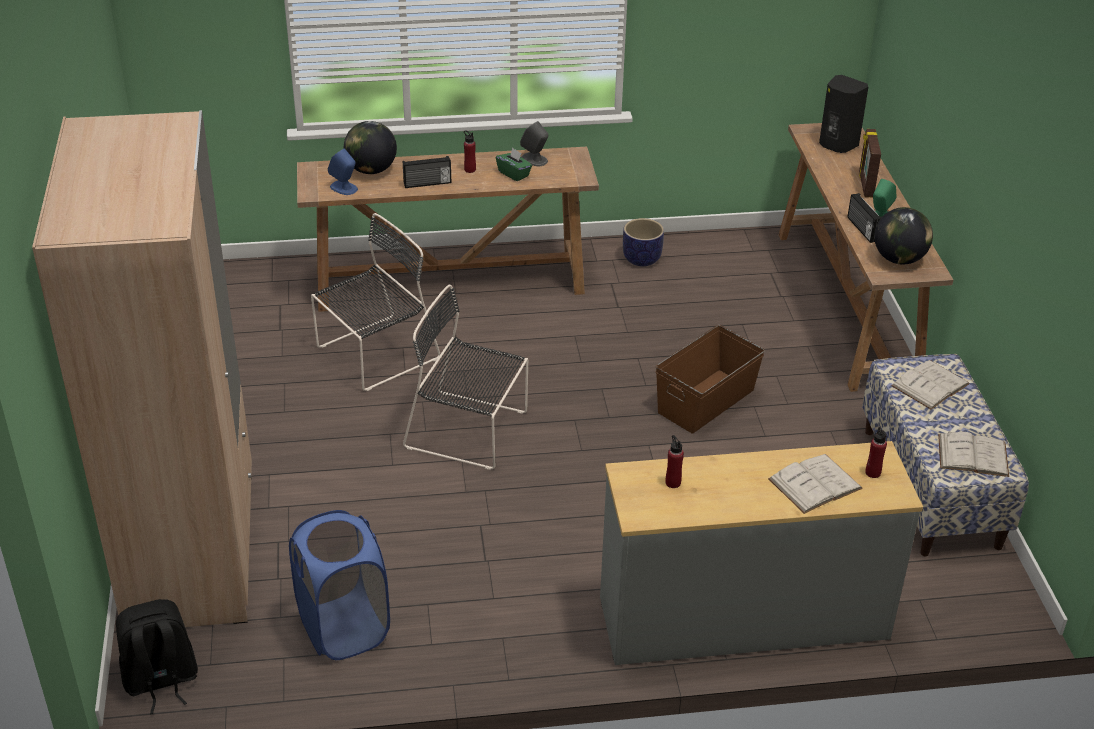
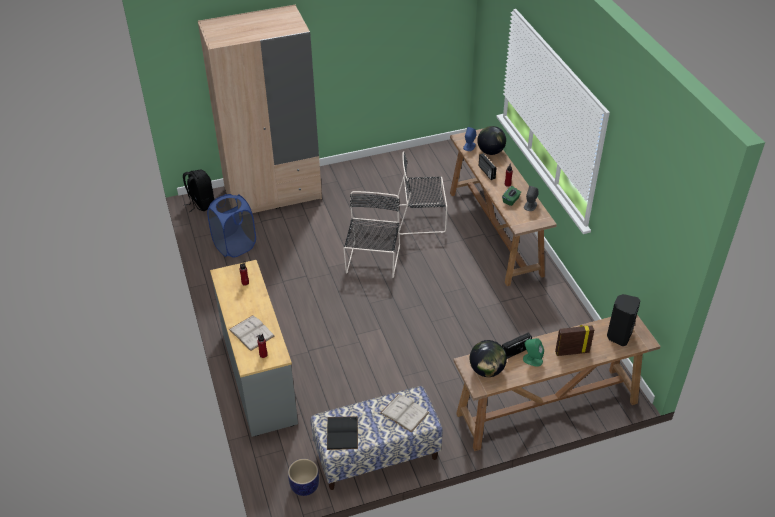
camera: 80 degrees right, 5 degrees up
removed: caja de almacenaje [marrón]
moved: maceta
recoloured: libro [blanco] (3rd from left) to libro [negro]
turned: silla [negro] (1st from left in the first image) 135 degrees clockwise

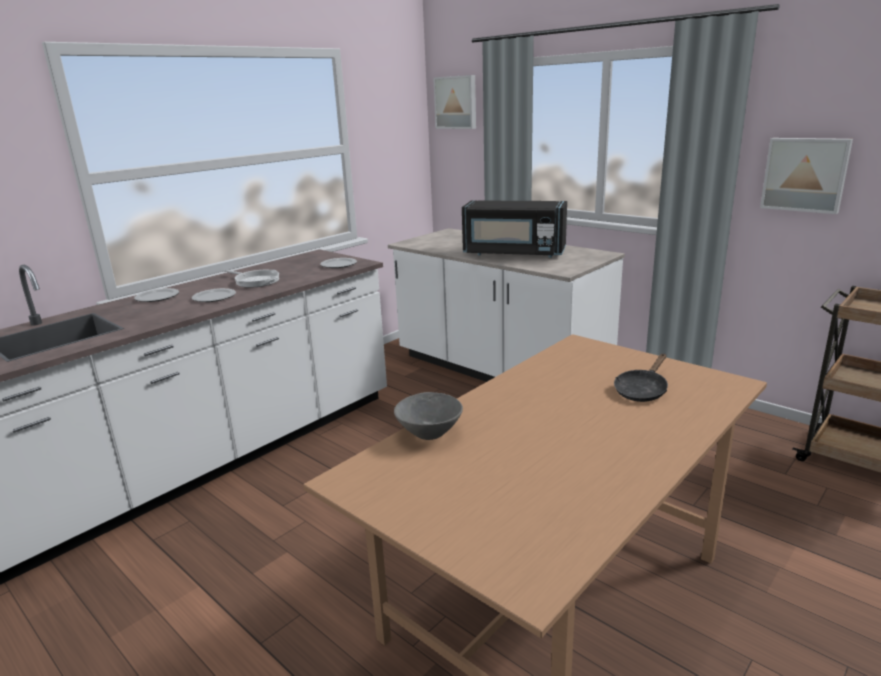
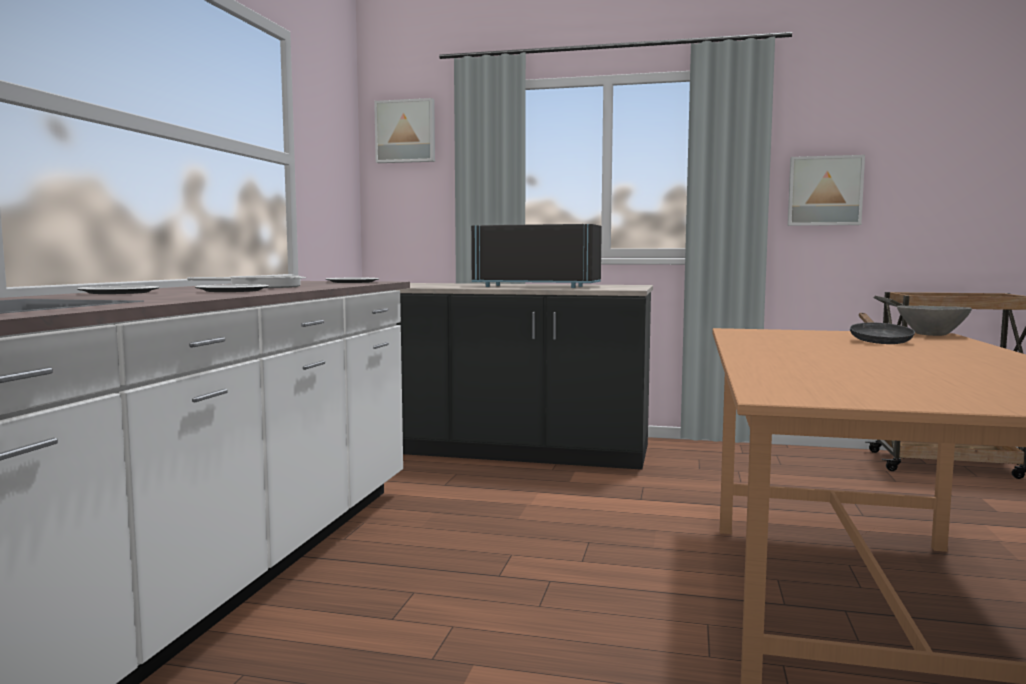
camera: 30 degrees left, 15 degrees down
moved: cuenco [gris]
recoloured: mueble bajo de cocina [blanco] (2nd from left) to mueble bajo de cocina [negro]
turned: microondas [negro] 150 degrees counterclockwise

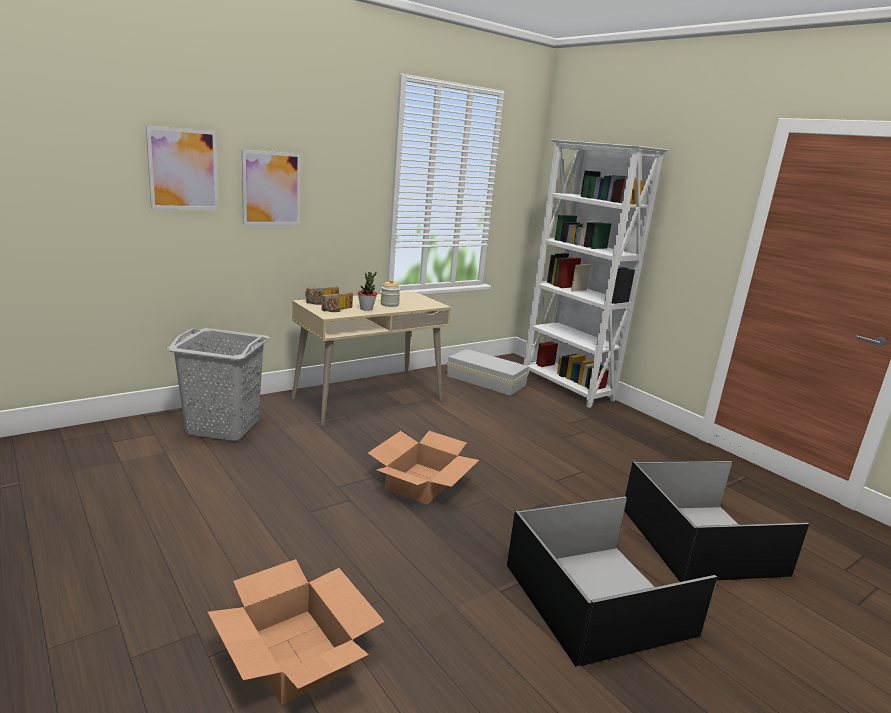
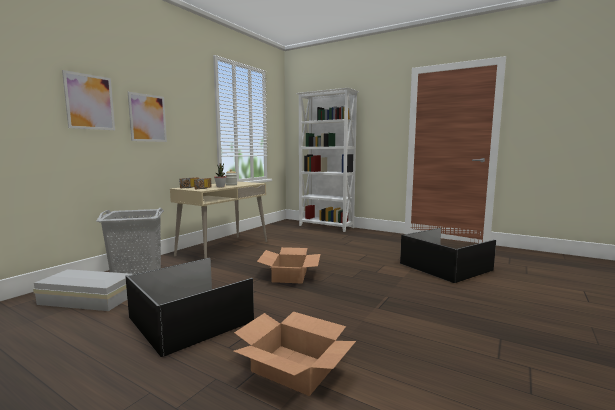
camera: 20 degrees left, 10 degrees down
moved: caja de almacenaje [blanco]; caja de almacenaje [negro] (1st from left)

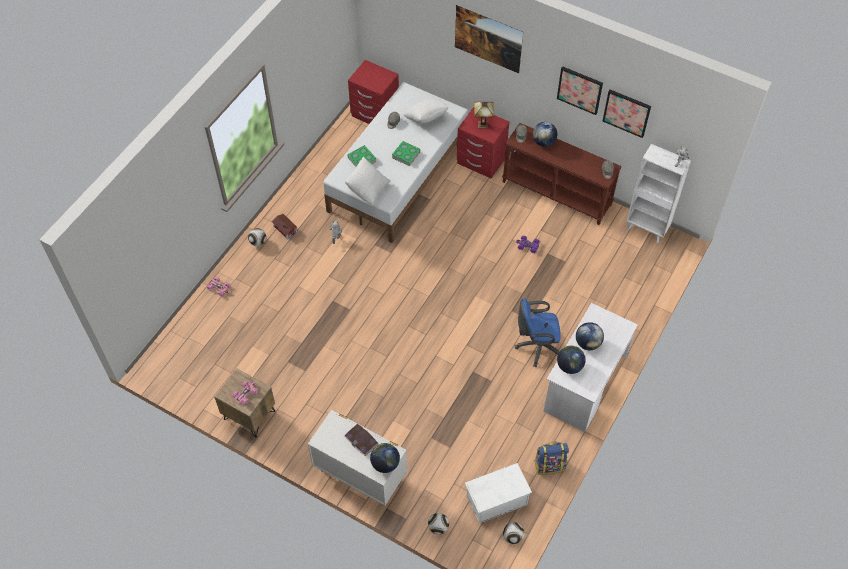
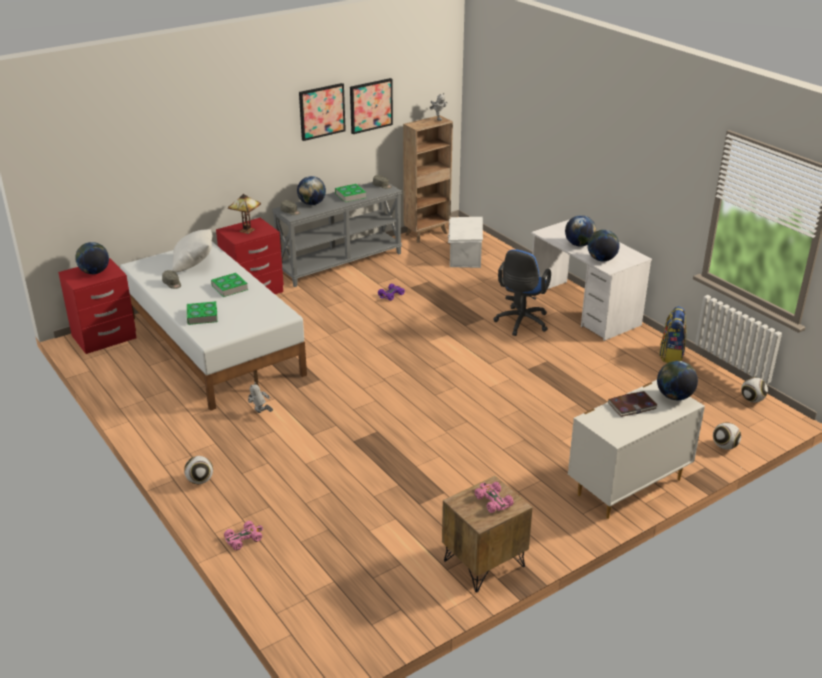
camera: 65 degrees left, 25 degrees down
removed: casita; cojín [blanco] (1st from left); cuadro (1st from left)
added: globo terráqueo (1st from left); libro (3rd from left)
moved: caja de almacenaje [blanco]
recoloured: mesa consola [marrón] to mesa consola [gris]; estantería [blanco] to estantería [marrón]

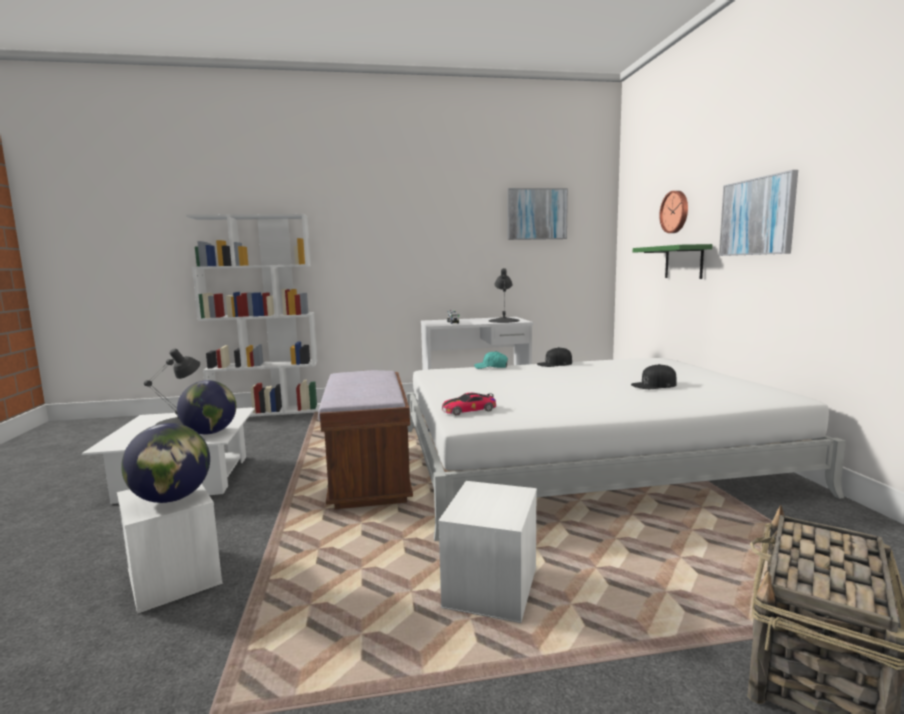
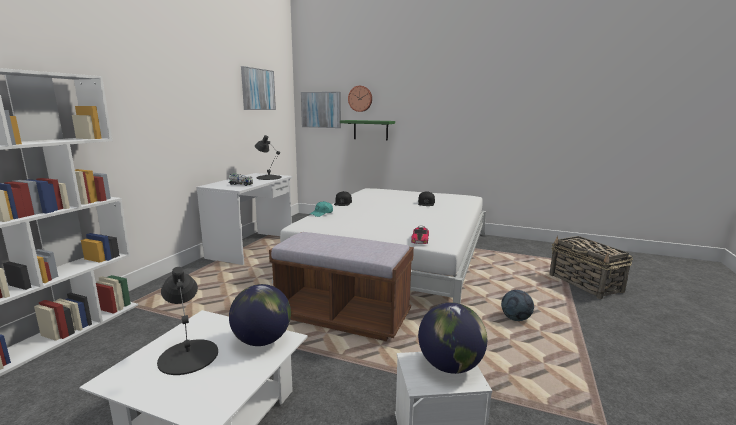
camera: 60 degrees left, 5 degrees up
moved: cuadro (2nd from left)
replaced: caja de almacenaje [blanco] (2nd from left) to balón de fútbol

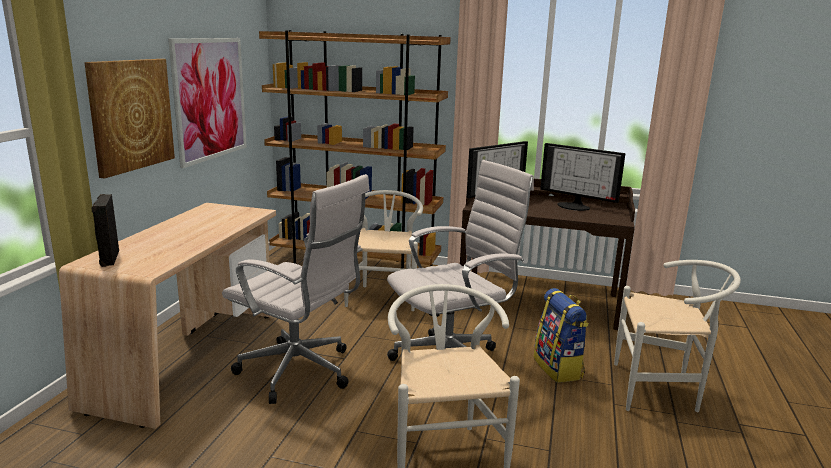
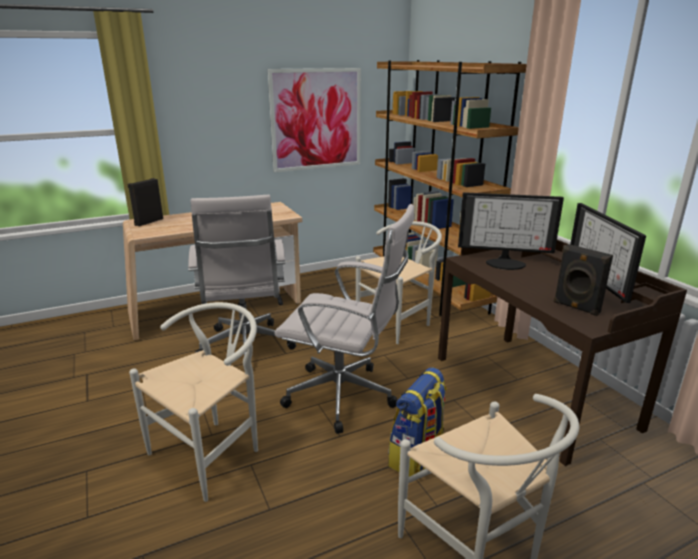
camera: 50 degrees right, 5 degrees up
removed: cuadro (1st from left)
added: altavoz [negro] (2nd from left)

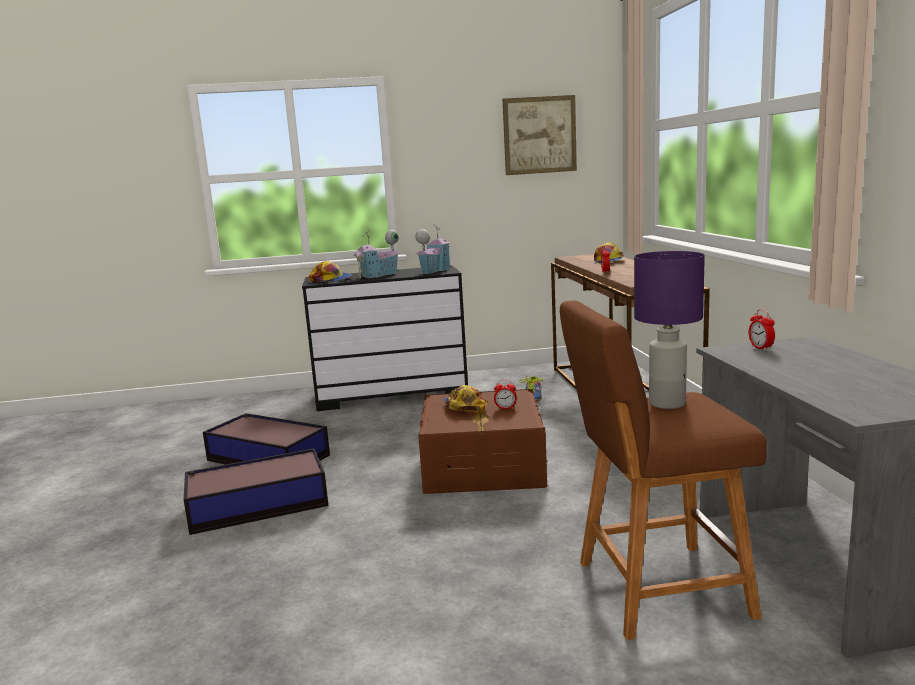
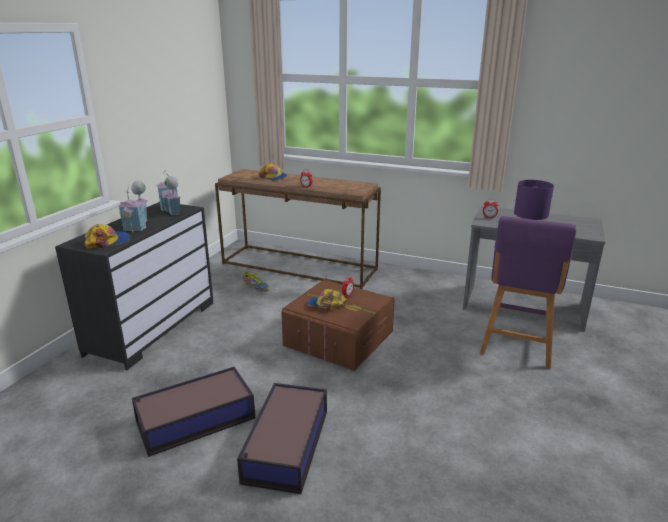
camera: 60 degrees left, 10 degrees up
removed: cuadro
recoloured: taburete [marrón] to taburete [morado]

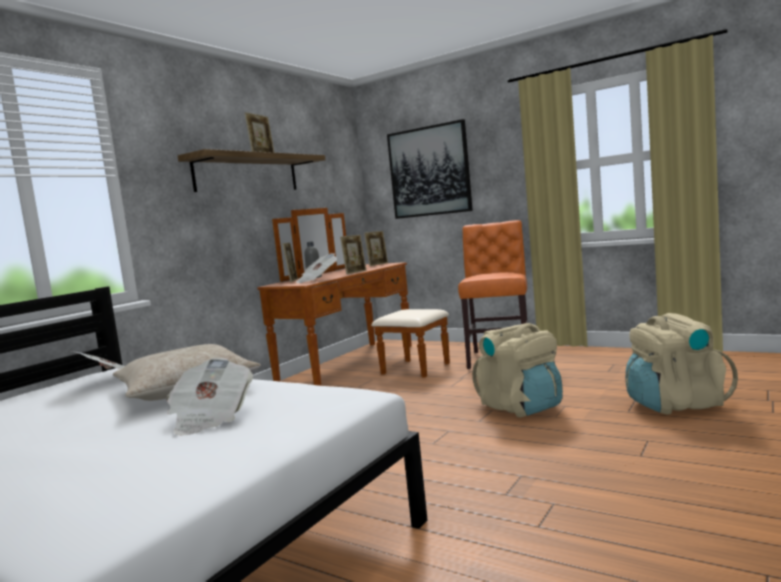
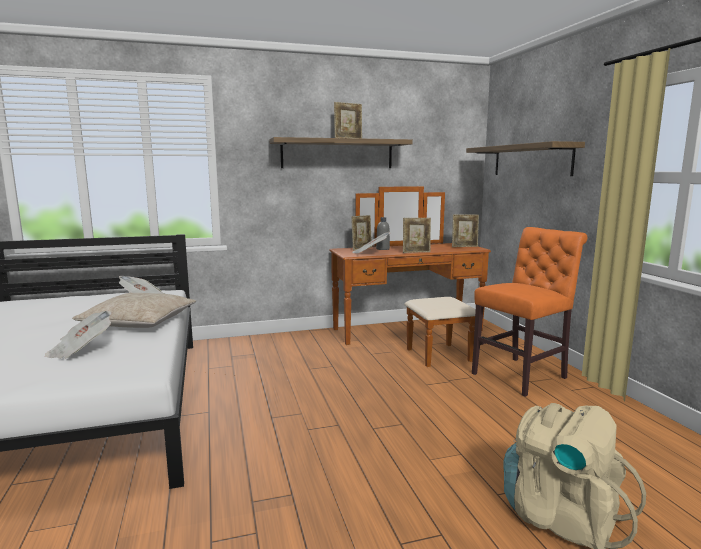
camera: 40 degrees right, 5 degrees up
removed: mochila [beis] (1st from left)
replaced: cuadro to estante (2nd from left)

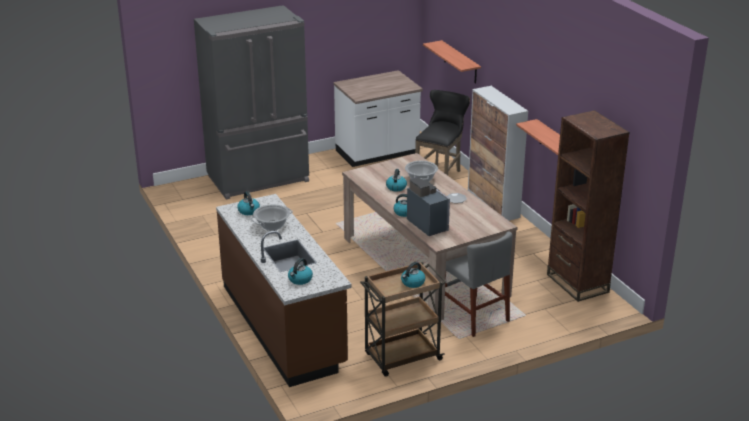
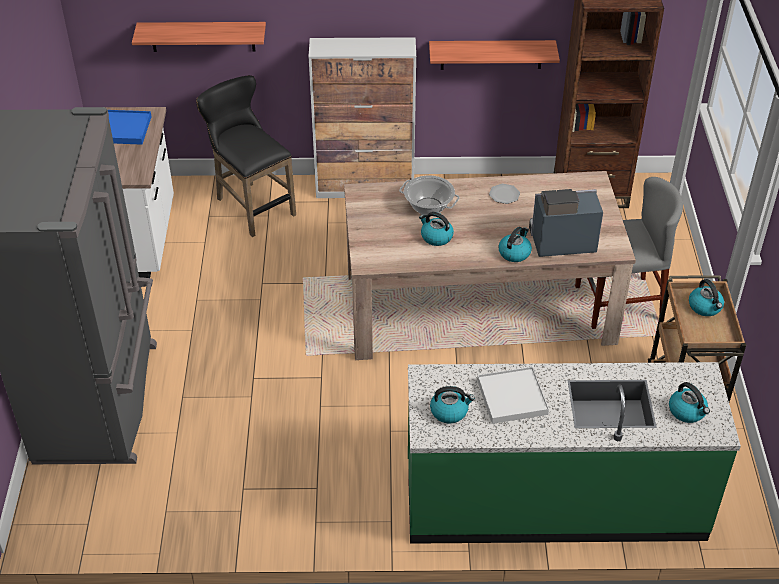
camera: 65 degrees left, 15 degrees up
added: bandeja [azul]
replaced: olla (1st from left) to bandeja [blanco]
recoloured: mueble bajo de cocina [marrón] to mueble bajo de cocina [verde]

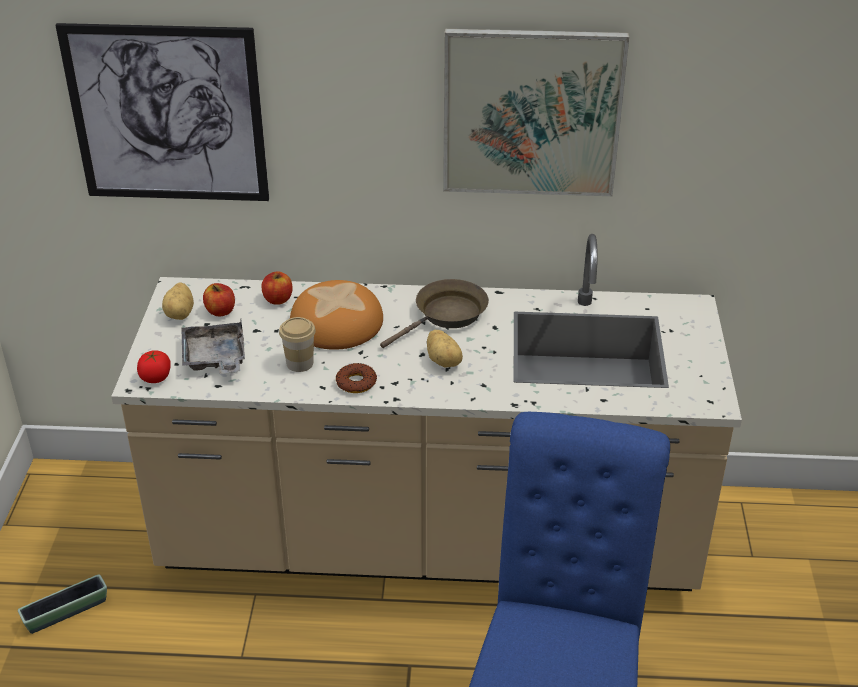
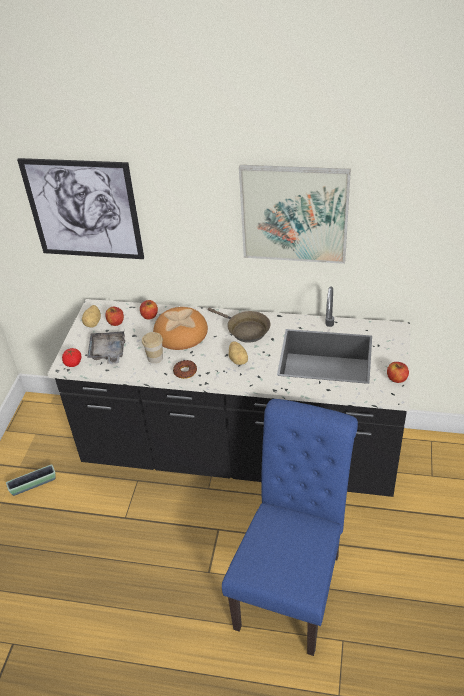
camera: 10 degrees right, 5 degrees up
added: manzana (3rd from left)
recoloured: mueble bajo de cocina [beis] to mueble bajo de cocina [negro]
turned: sartén [marrón] 75 degrees clockwise

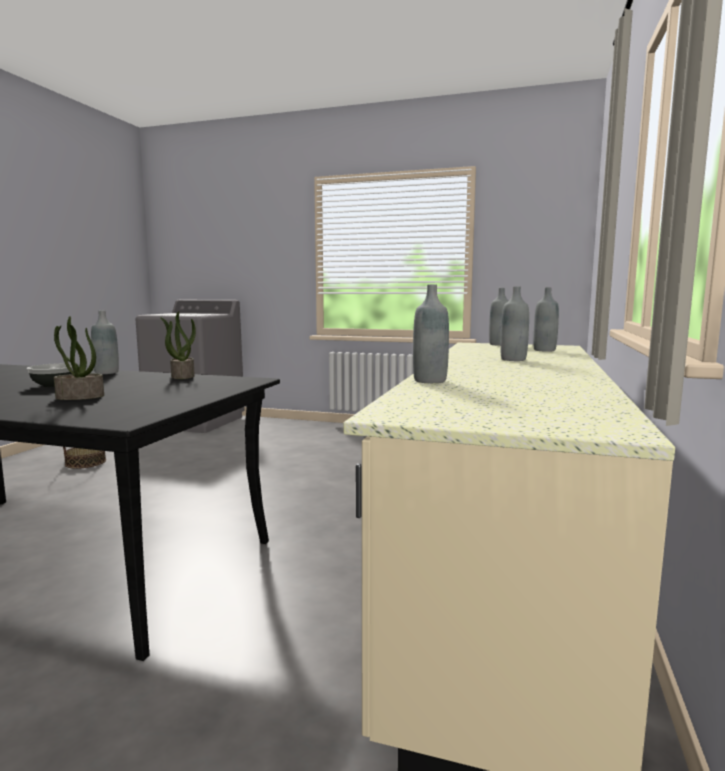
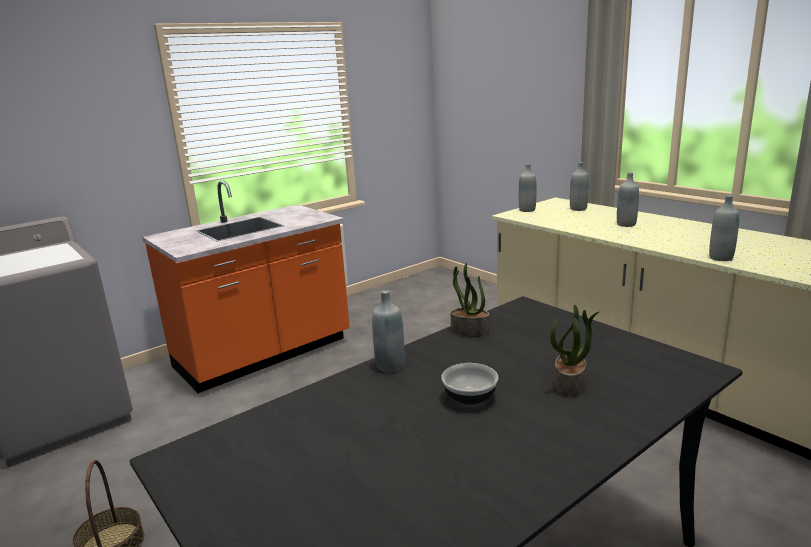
camera: 55 degrees left, 10 degrees up
added: mueble bajo de cocina [naranja]

